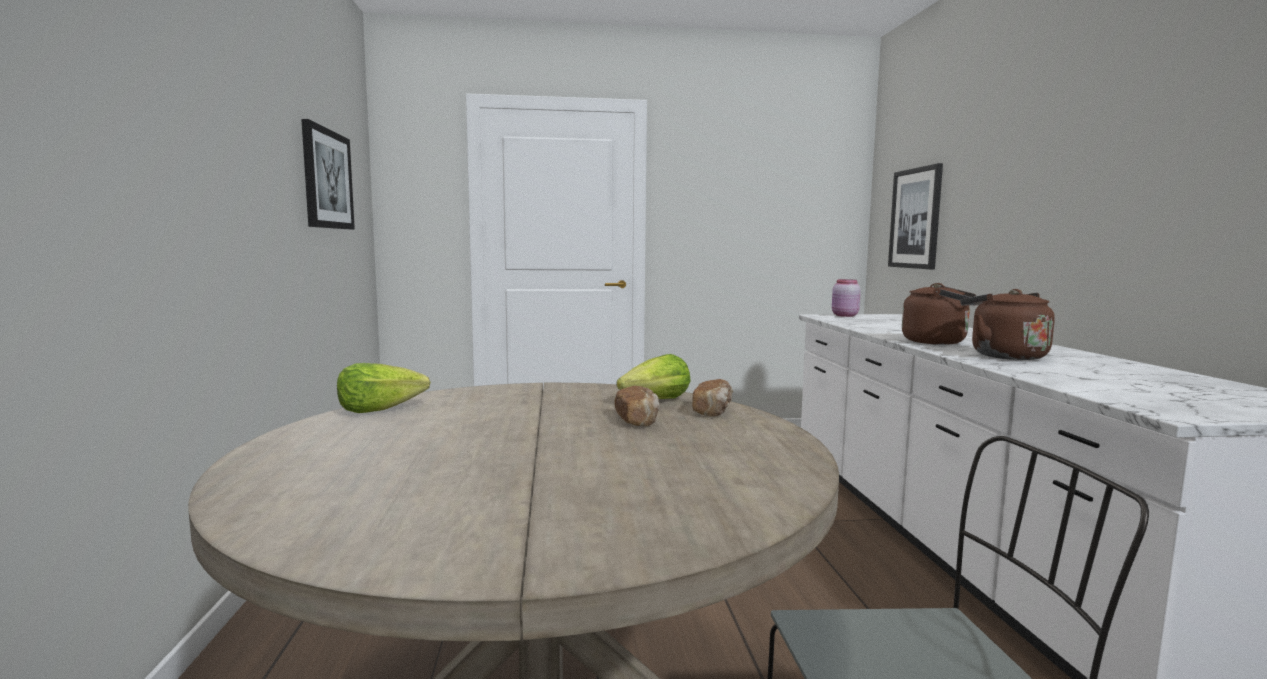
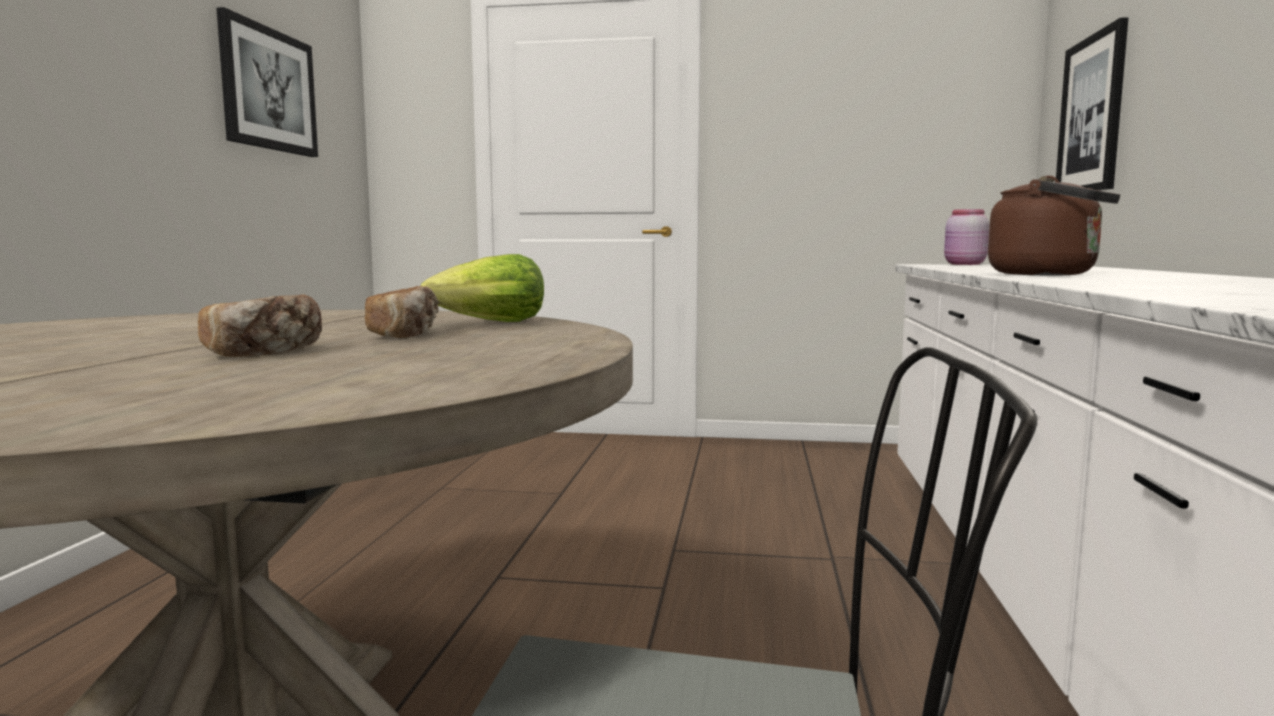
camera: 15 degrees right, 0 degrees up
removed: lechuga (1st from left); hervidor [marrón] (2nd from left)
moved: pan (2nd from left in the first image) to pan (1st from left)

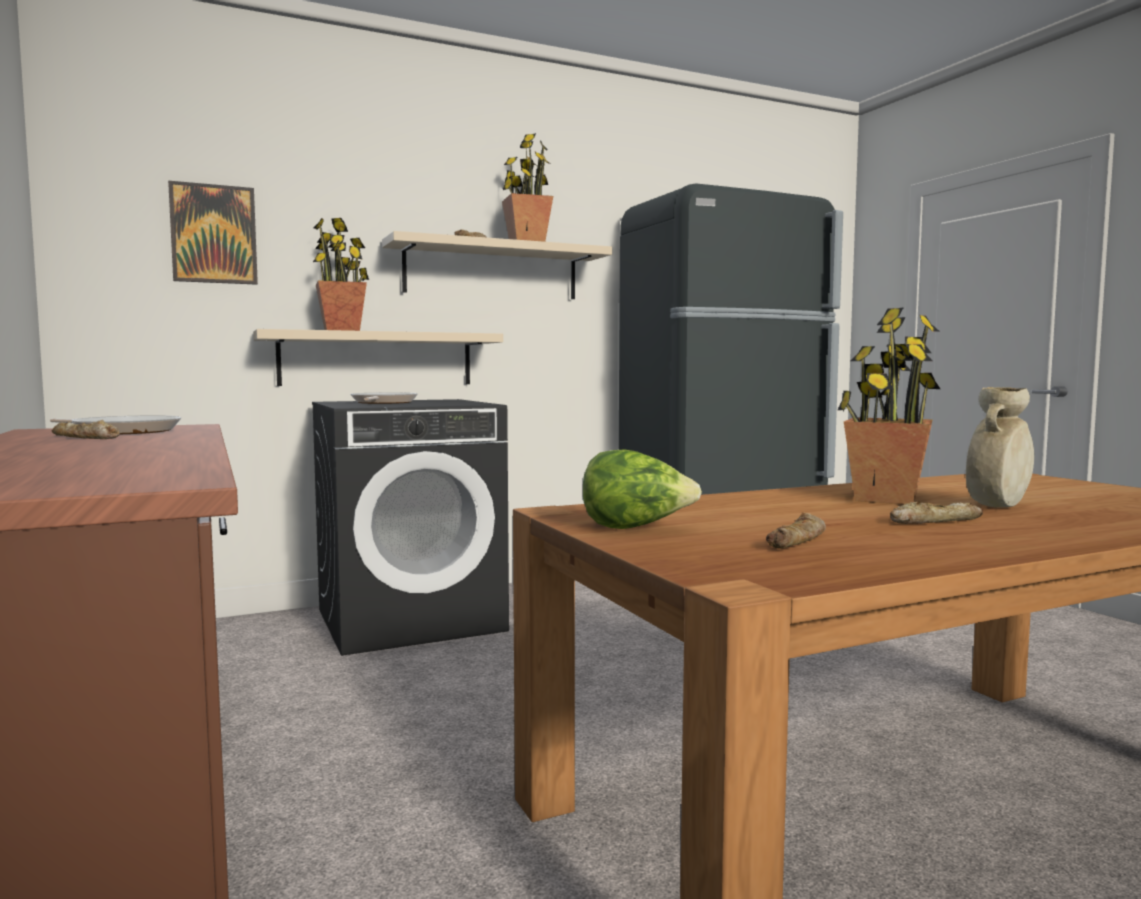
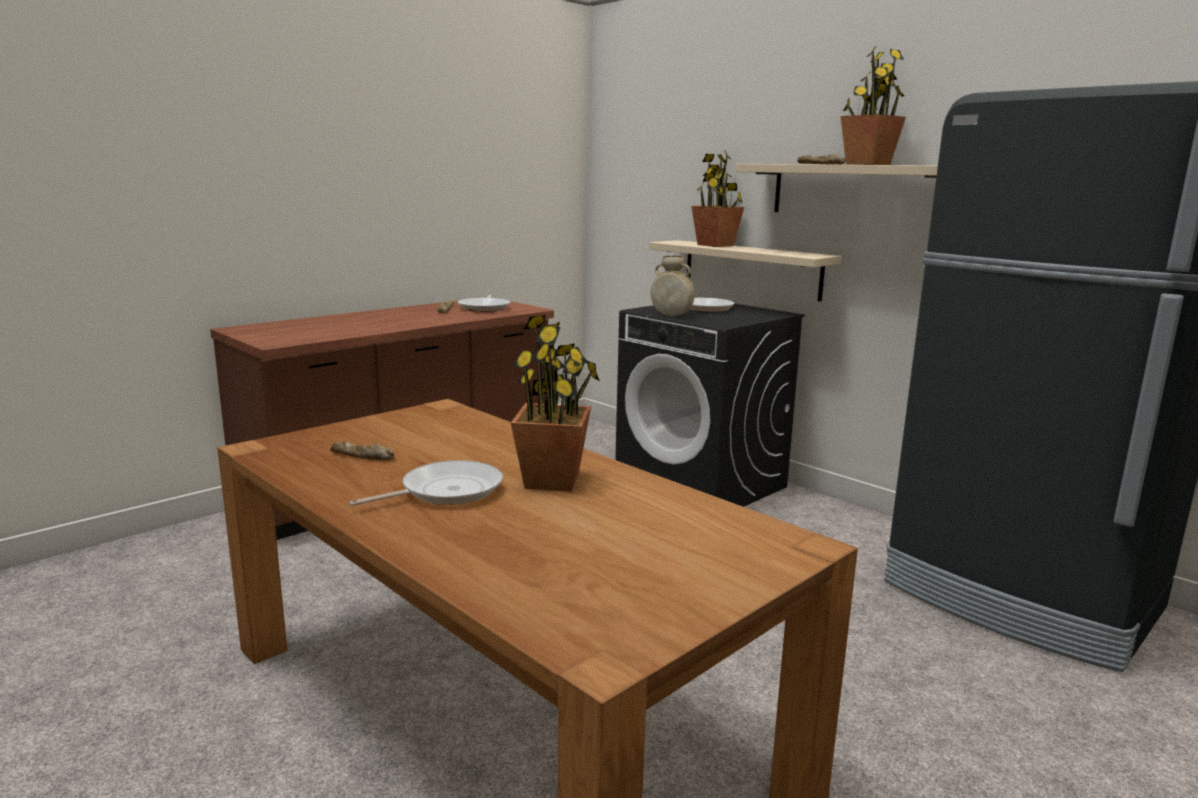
camera: 70 degrees right, 10 degrees up
removed: cuadro; lechuga
moved: florero [beis]
replaced: pan (4th from left) to sartén (1st from left)

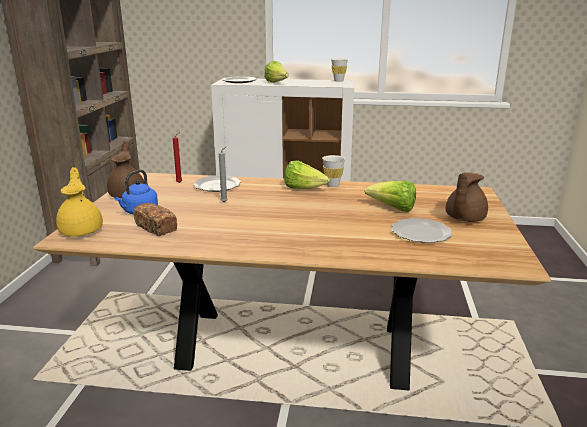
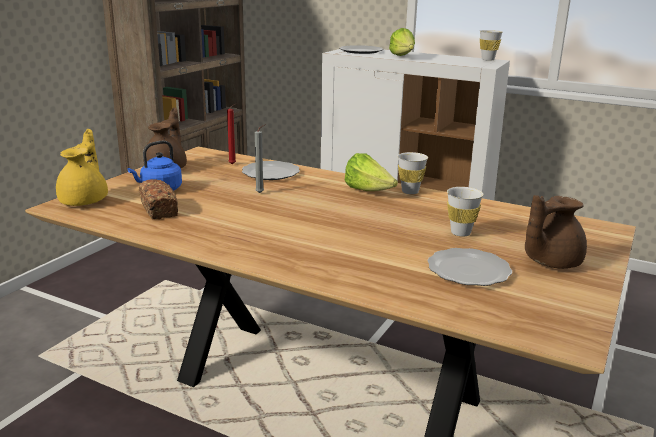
camera: 20 degrees right, 0 degrees up
replaced: lechuga (3rd from left) to taza [blanco] (2nd from left)

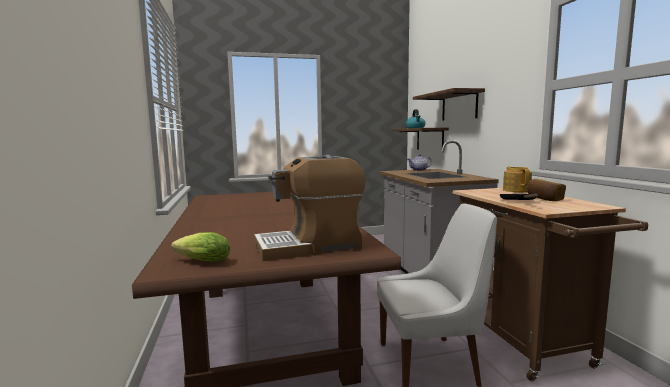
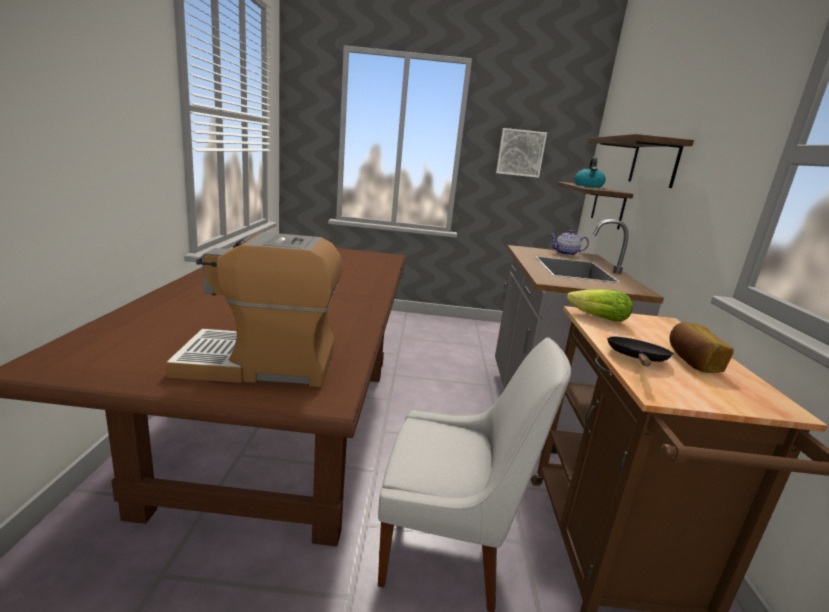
camera: 15 degrees right, 10 degrees up
removed: tetera (2nd from left)
added: cuadro
moved: lechuga

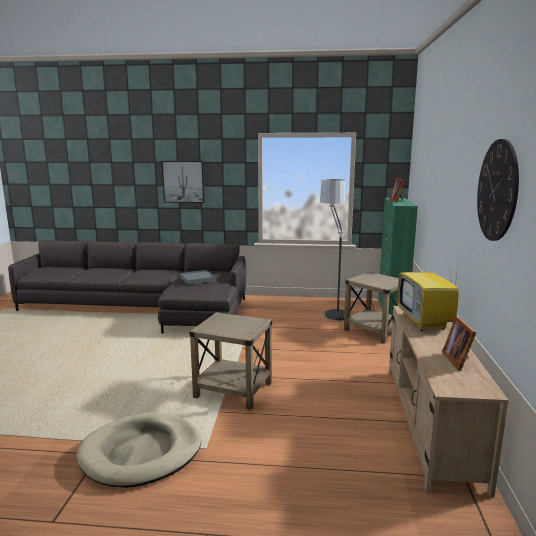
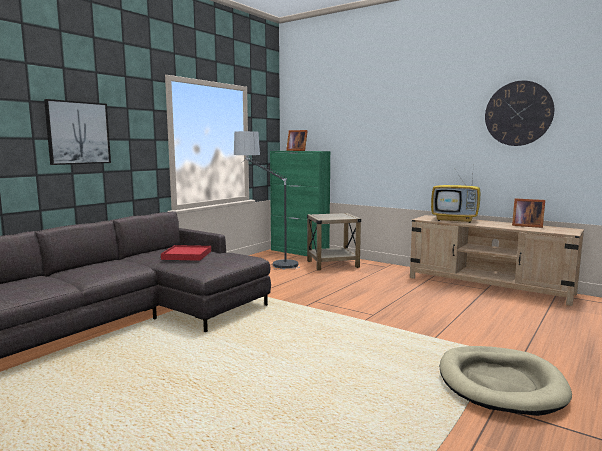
camera: 60 degrees left, 5 degrees down
removed: mesa auxiliar [beis] (1st from left)
recoloured: bandeja [gris] to bandeja [rojo]

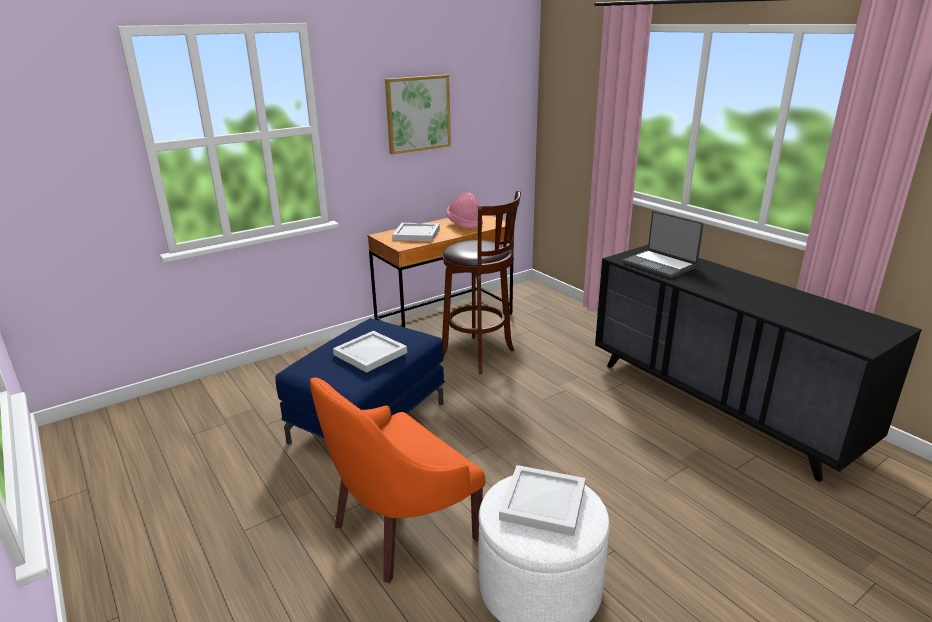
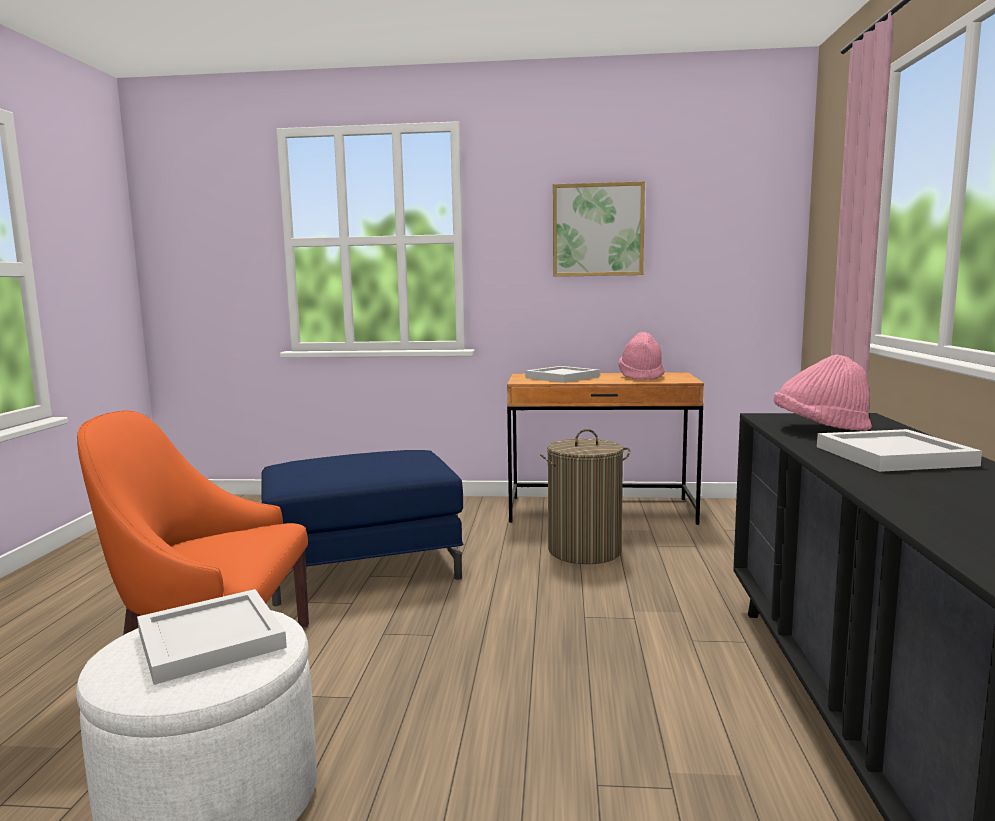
camera: 40 degrees right, 15 degrees down
moved: bandeja [blanco] (1st from left in the first image) to bandeja [blanco] (3rd from left)
replaced: taburete [marrón] to cesto de la ropa; portátil to sombrero [rosa] (2nd from left)

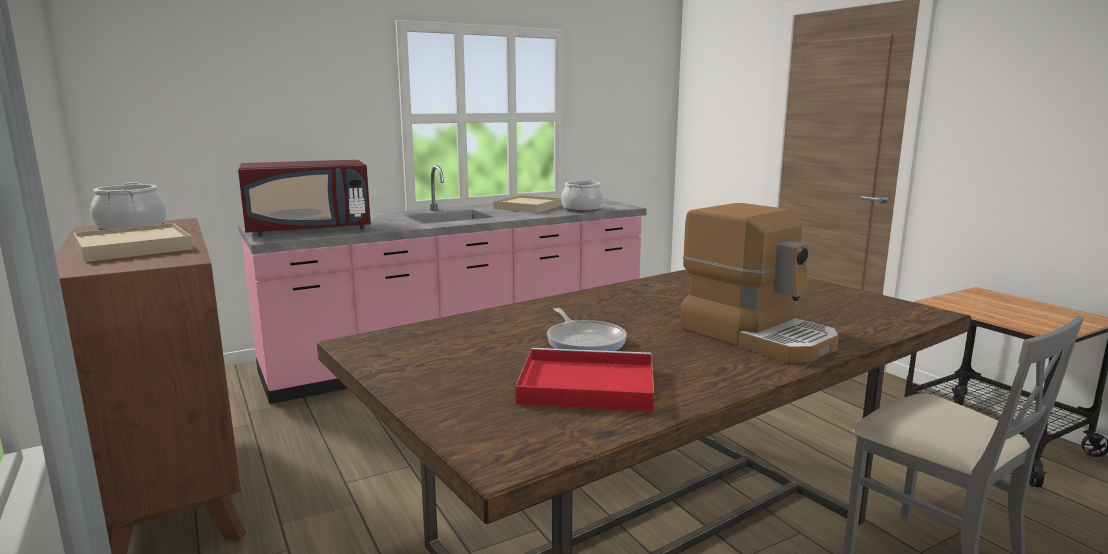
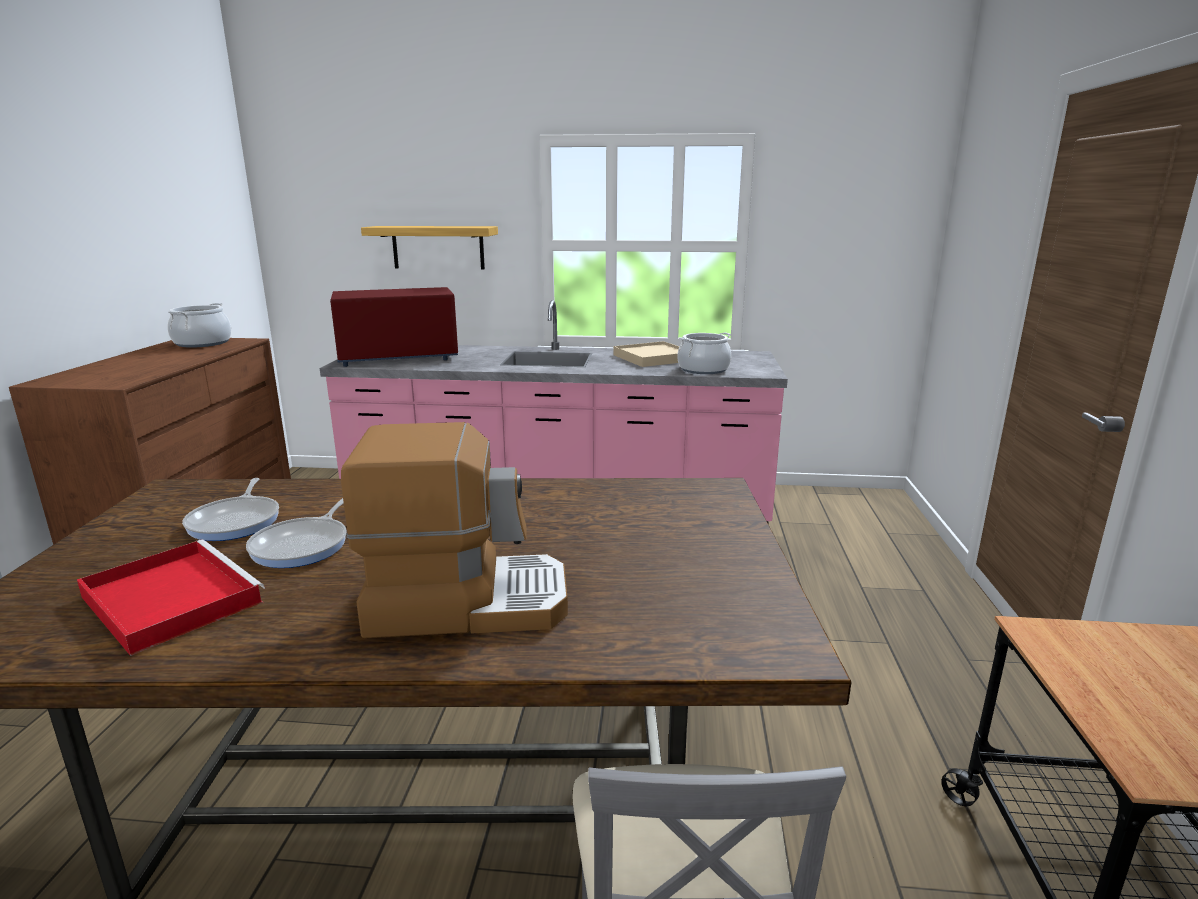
camera: 35 degrees right, 5 degrees up
removed: bandeja [beis] (1st from left)
added: sartén (1st from left); estante
turned: microondas [rojo] 150 degrees clockwise; cafetera 90 degrees counterclockwise

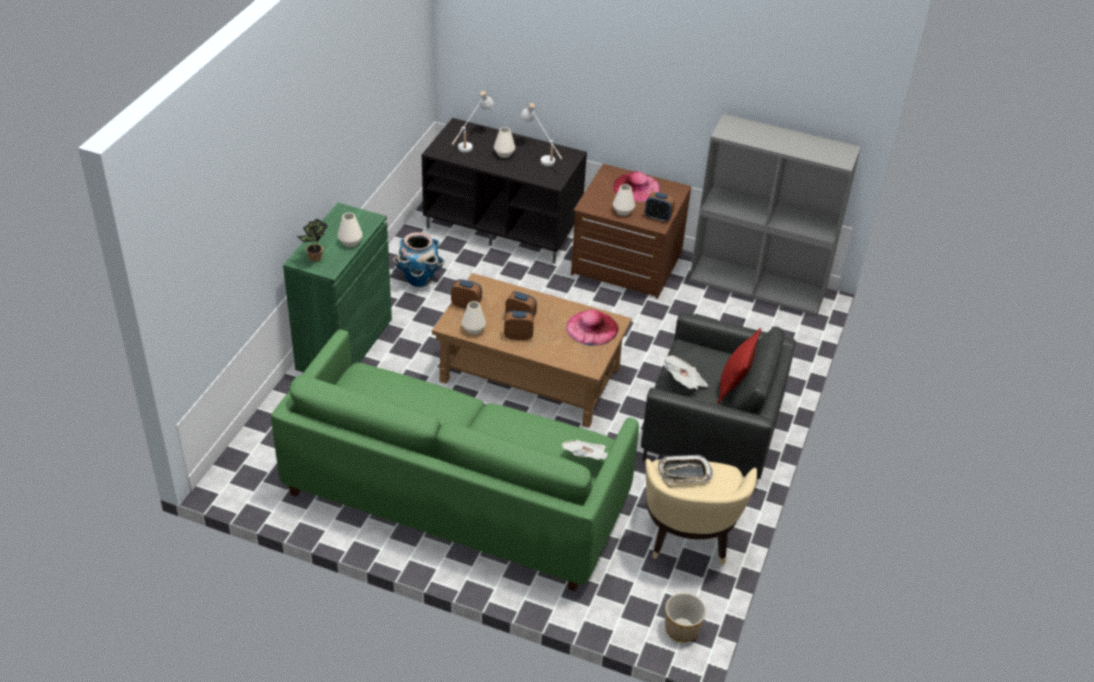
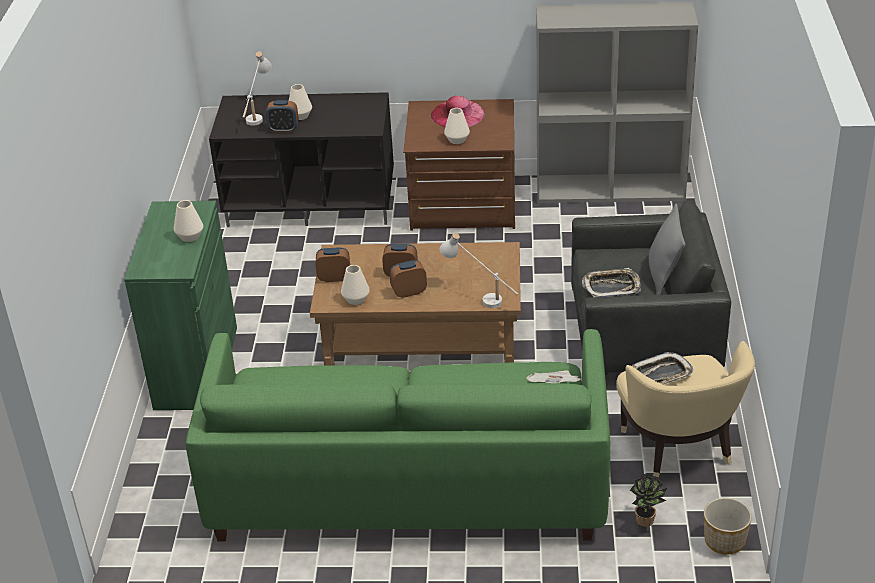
camera: 15 degrees left, 5 degrees down
removed: maceta (1st from left); sombrero [rosa] (1st from left)
moved: planta en maceta; lámpara de mesa [blanco] (2nd from left); despertador (4th from left in the first image) to despertador (1st from left)
replaced: periódico (2nd from left) to bandeja (1st from left)
recoloured: cojín [rojo] to cojín [gris]

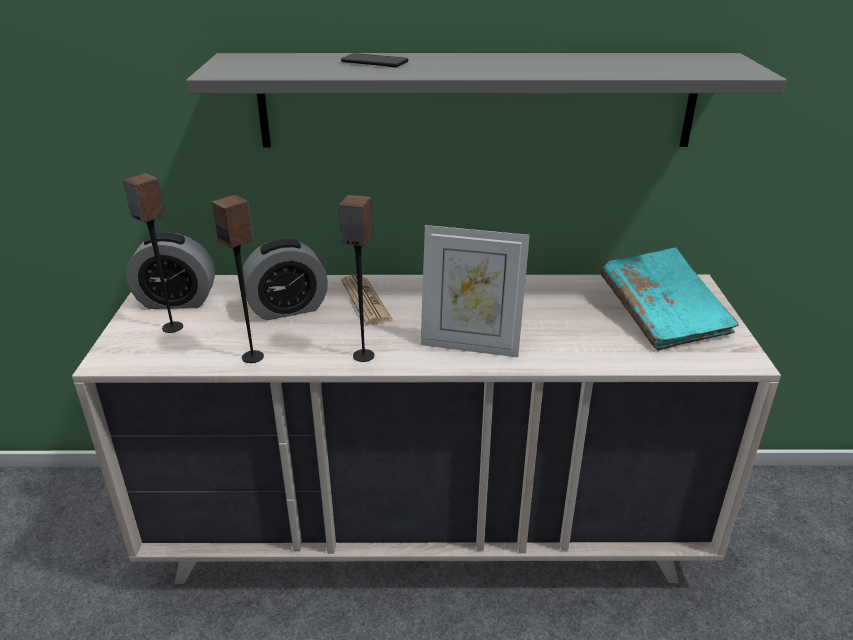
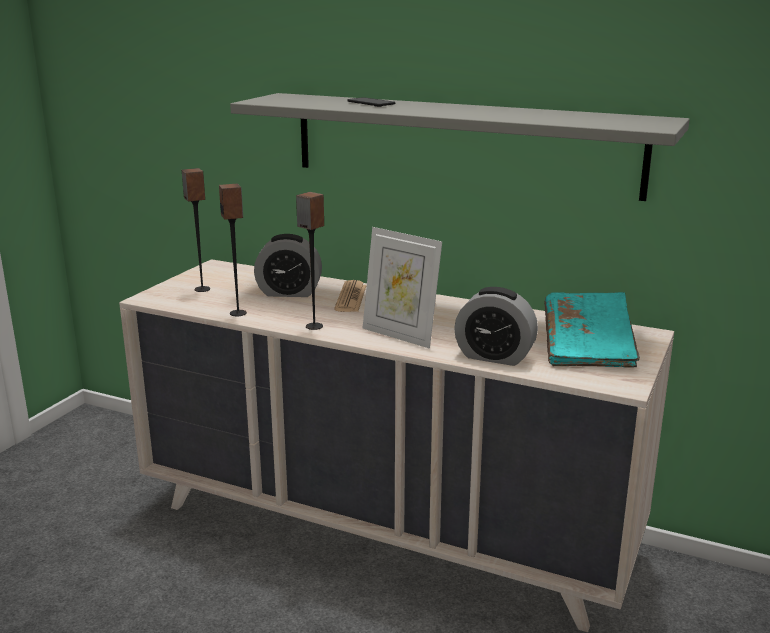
camera: 25 degrees right, 10 degrees down
moved: despertador (1st from left in the first image) to despertador (2nd from left)

